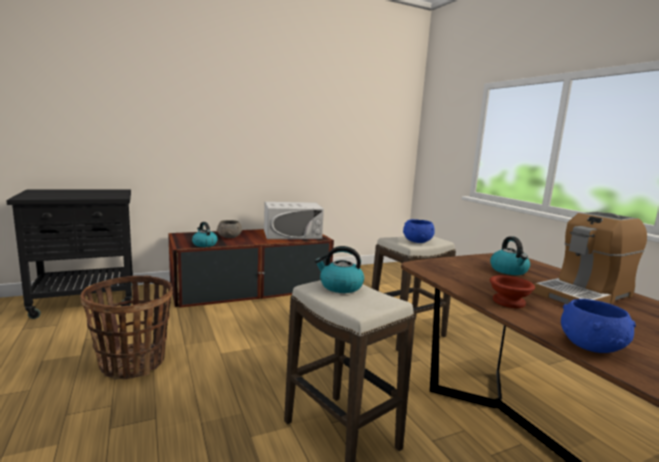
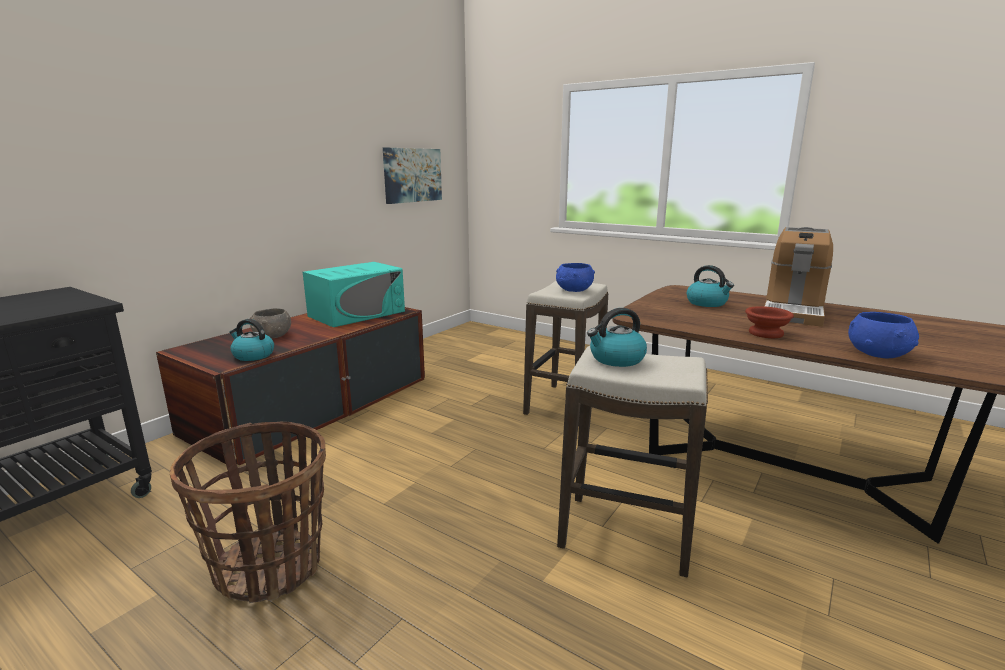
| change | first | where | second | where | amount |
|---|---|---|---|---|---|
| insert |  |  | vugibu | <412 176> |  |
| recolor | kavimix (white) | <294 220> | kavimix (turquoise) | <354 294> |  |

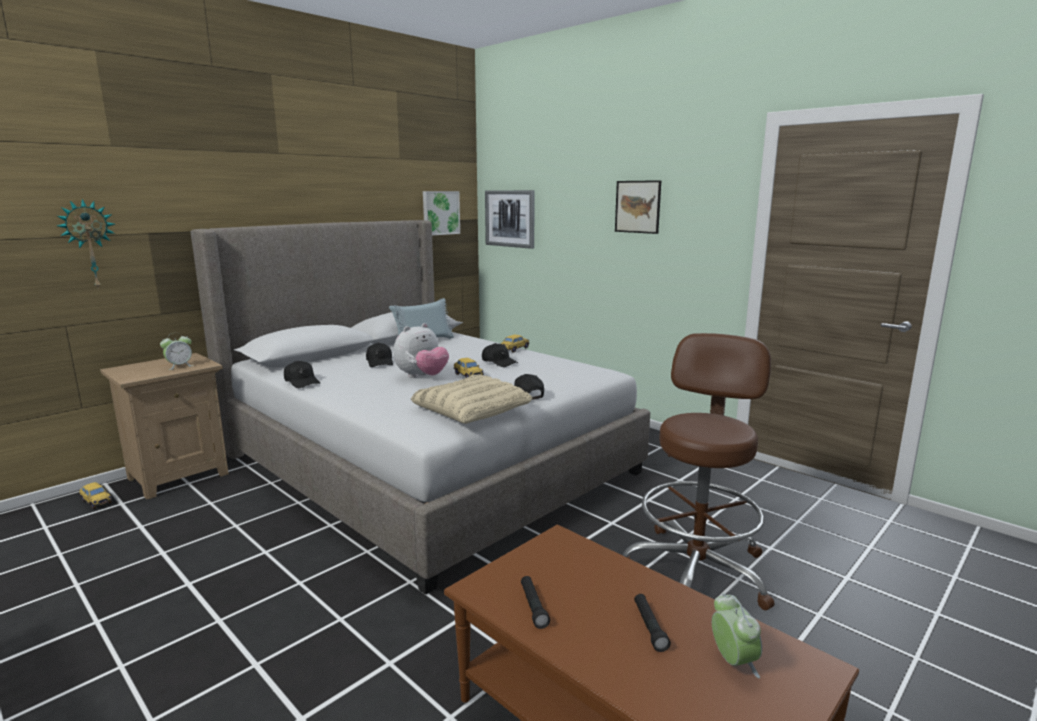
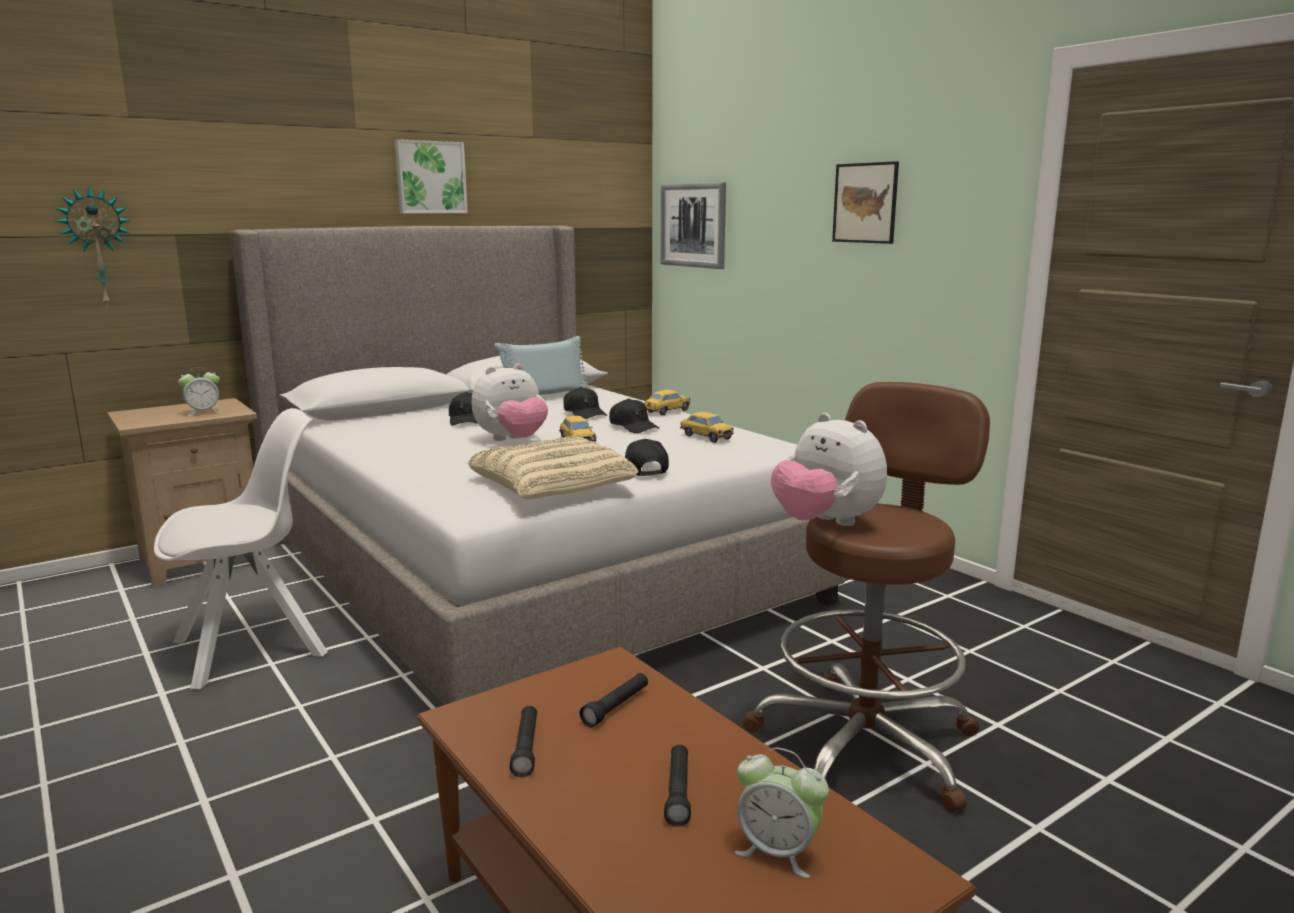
| change | first | where | second | where | amount |
|---|---|---|---|---|---|
| insert |  |  | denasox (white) | <241 548> |  |
| insert |  |  | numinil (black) | <613 700> |  |
| insert |  |  | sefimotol | <829 469> |  |
| move | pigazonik | <95 495> |  | <707 427> |  |
| move | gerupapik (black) | <302 374> |  | <585 403> |  |
| move | vugibu | <441 213> |  | <431 176> |  |
| rotate | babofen | <737 635> |  | <782 812> | 120 degrees clockwise |

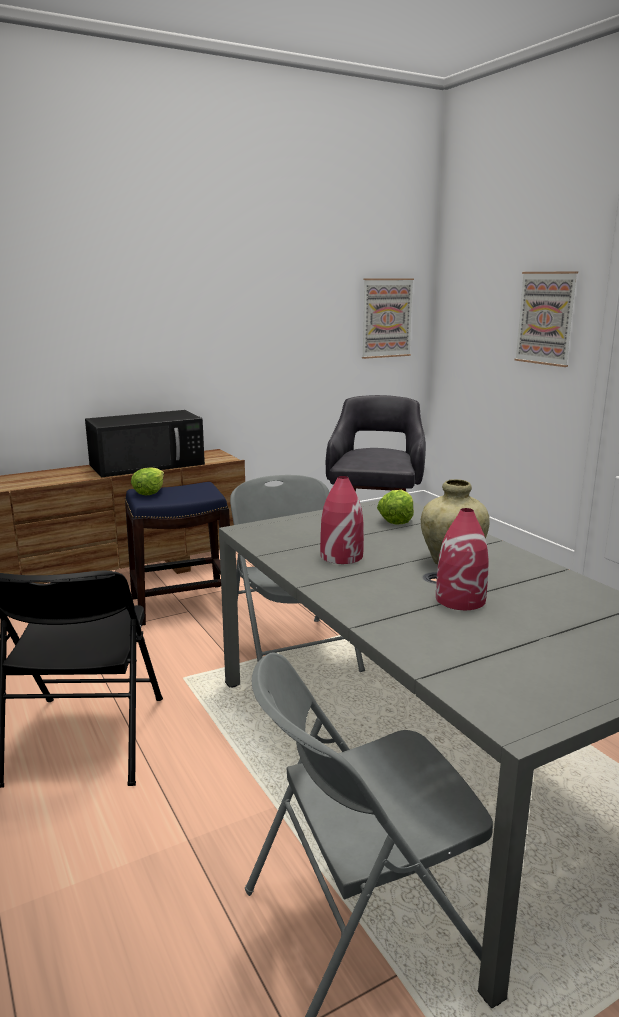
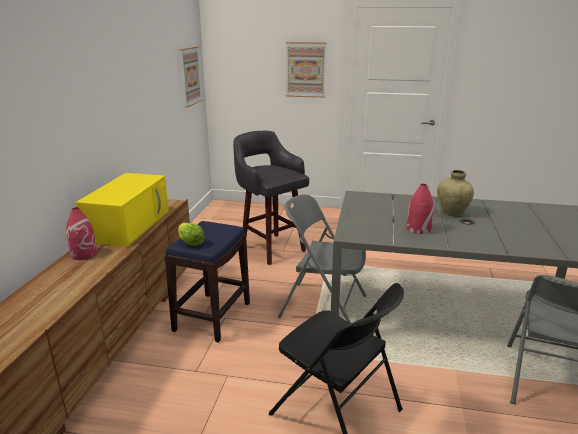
| change | first | where | second | where | amount |
|---|---|---|---|---|---|
| delete | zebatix | <395 507> |  |  |  |
| move | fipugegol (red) | <462 559> |  | <82 233> |  |
| recolor | kavimix (black) | <145 443> | kavimix (yellow) | <122 210> |  |

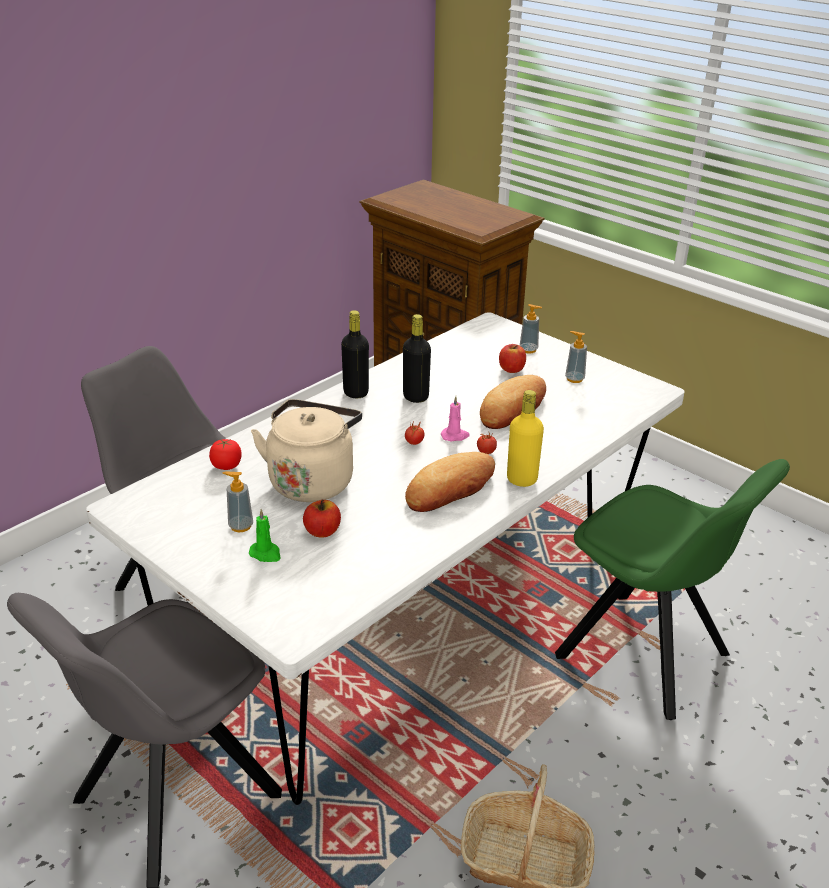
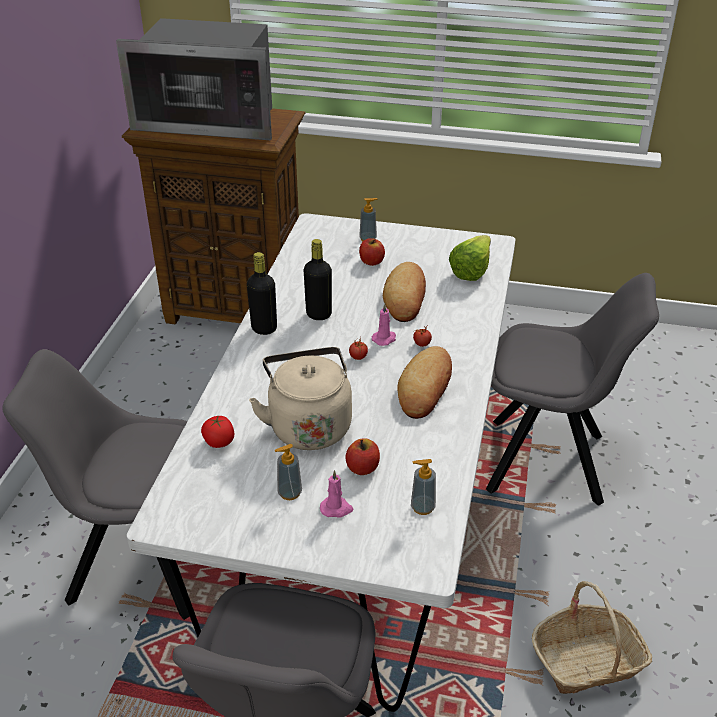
| change | first | where | second | where | amount |
|---|---|---|---|---|---|
| delete | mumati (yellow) | <525 438> |  |  |  |
| insert |  |  | kavimix | <194 79> |  |
| insert |  |  | zebatix | <470 258> |  |
| move | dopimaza | <576 357> |  | <423 487> |  |
| recolor | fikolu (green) | <265 535> | fikolu (pink) | <337 494> |  |
| recolor | denasox (green) | <672 589> | denasox (grey) | <572 389> |  |

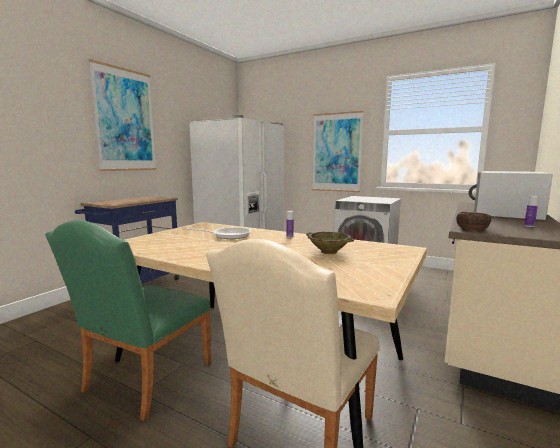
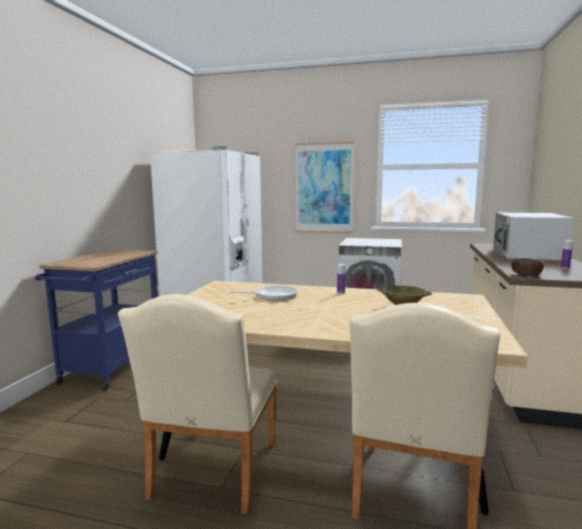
| change | first | where | second | where | amount |
|---|---|---|---|---|---|
| delete | vugibu | <123 115> |  |  |  |
| recolor | denasox (green) | <128 320> | denasox (beige) | <197 404> |  |

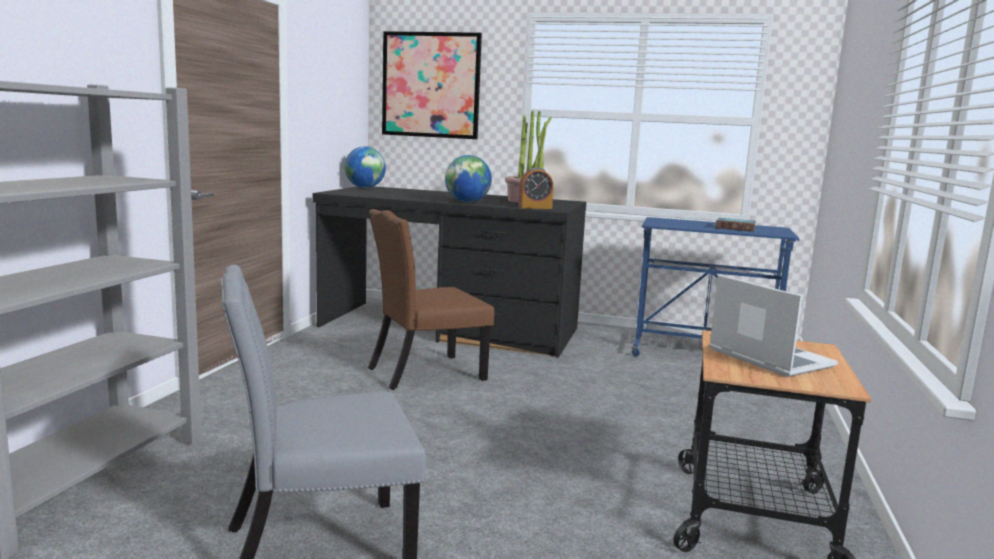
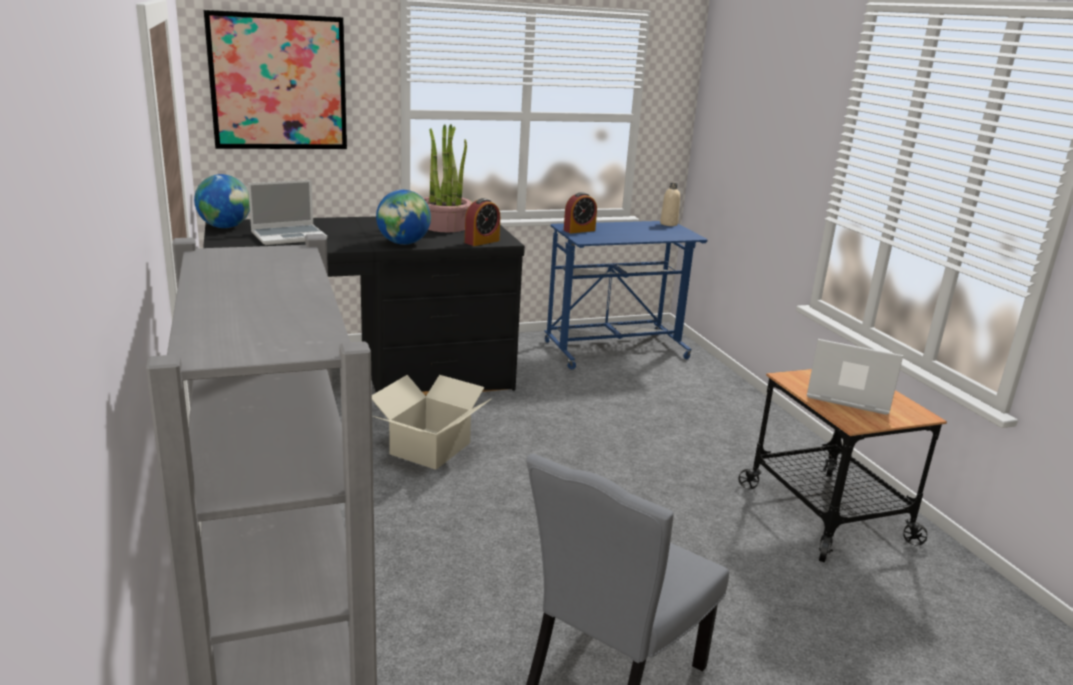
| change | first | where | second | where | amount |
|---|---|---|---|---|---|
| delete | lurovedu | <735 225> |  |  |  |
| insert |  |  | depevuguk | <287 212> |  |
| insert |  |  | babofen | <580 212> |  |
| insert |  |  | mumati (beige) | <670 204> |  |
| replace | denasox (brown) | <431 299> | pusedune | <431 422> |  |

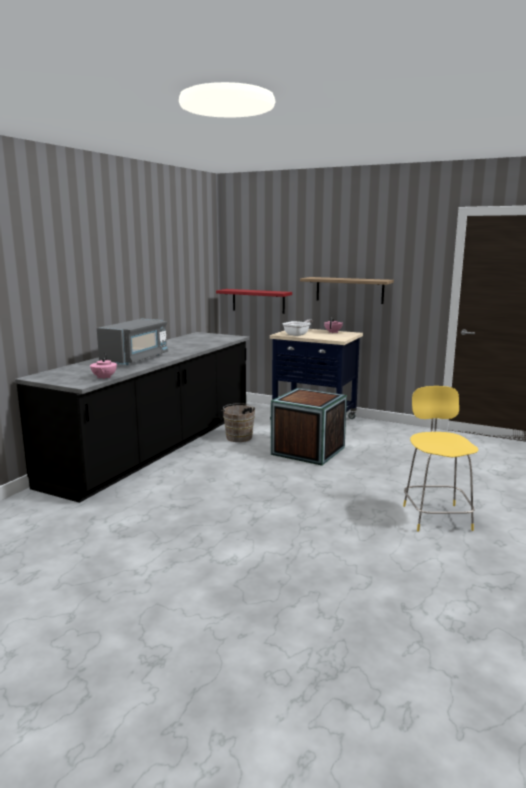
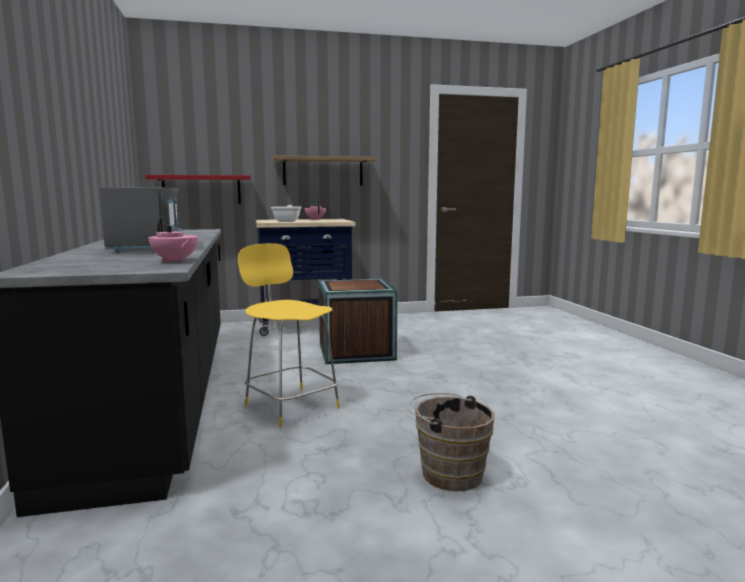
| change | first | where | second | where | amount |
|---|---|---|---|---|---|
| move | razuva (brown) | <238 422> |  | <451 442> |  |
| move | denasox (yellow) | <440 458> |  | <289 335> |  |

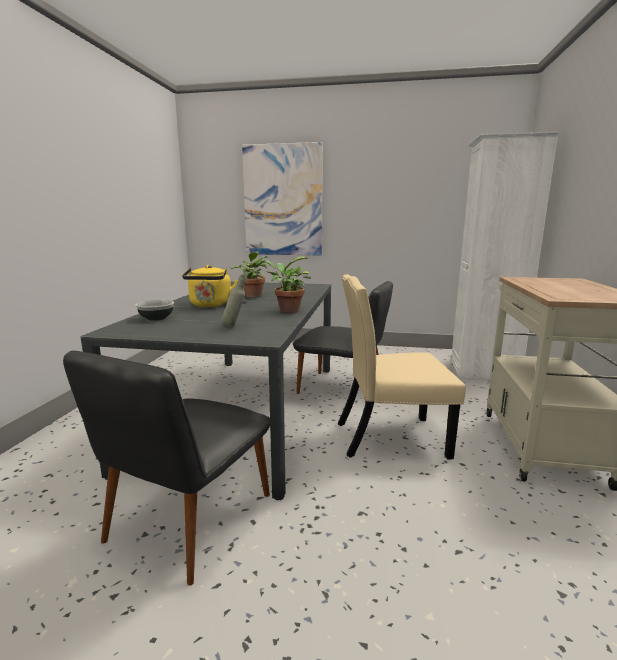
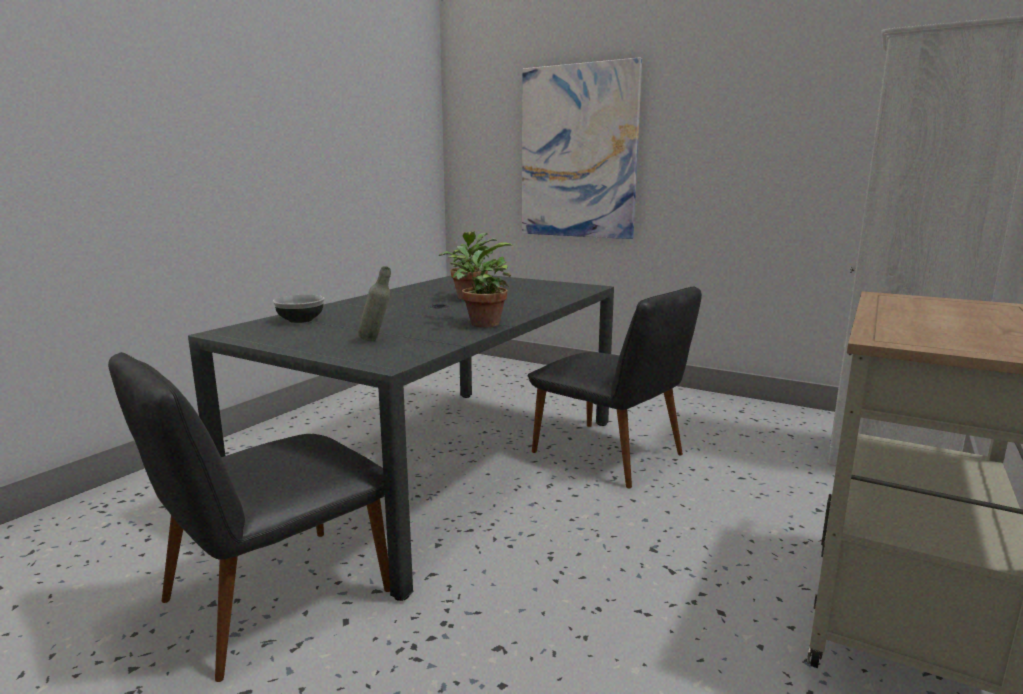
| change | first | where | second | where | amount |
|---|---|---|---|---|---|
| delete | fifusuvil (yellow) | <210 286> |  |  |  |
| delete | denasox (beige) | <402 366> |  |  |  |

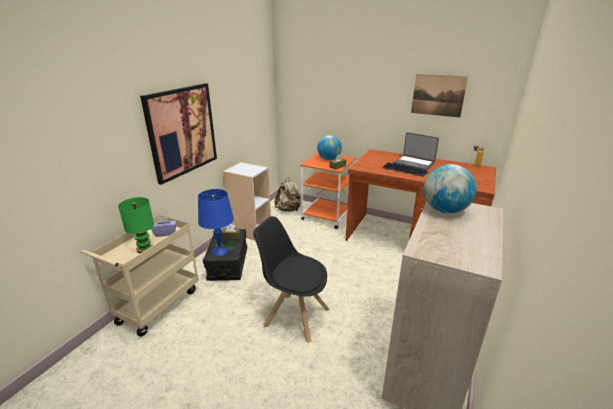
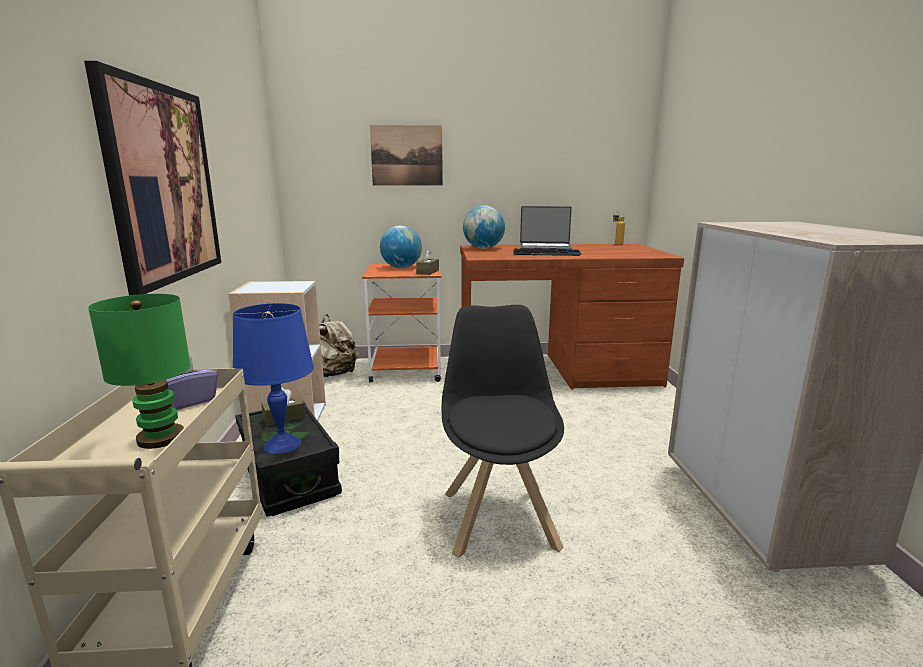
| change | first | where | second | where | amount |
|---|---|---|---|---|---|
| move | vugibu | <439 96> |  | <406 155> |  |
| move | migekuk | <450 188> |  | <484 227> |  |
| rotate | denasox (black) | <291 279> |  | <503 431> | 90 degrees clockwise |

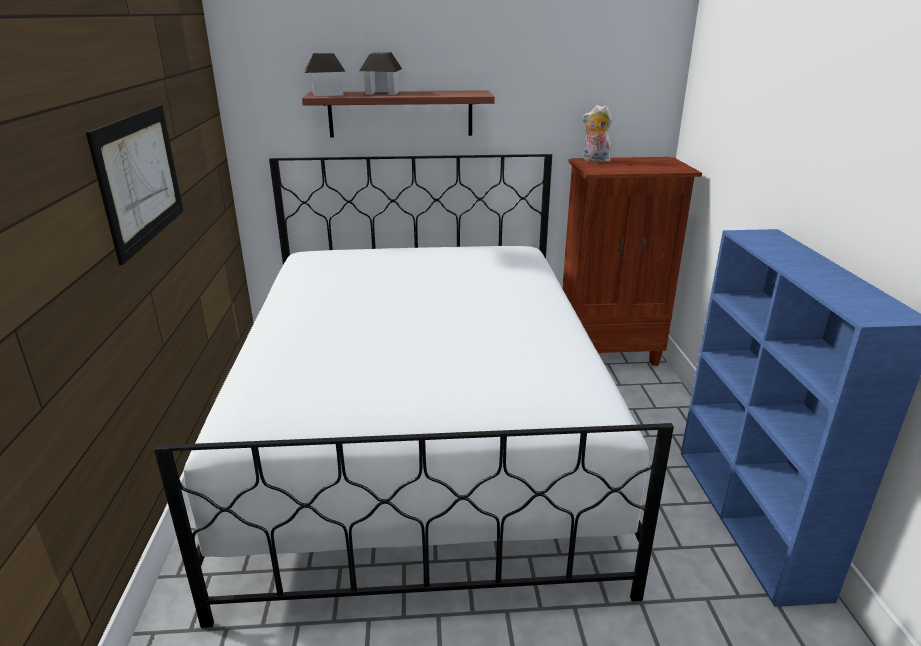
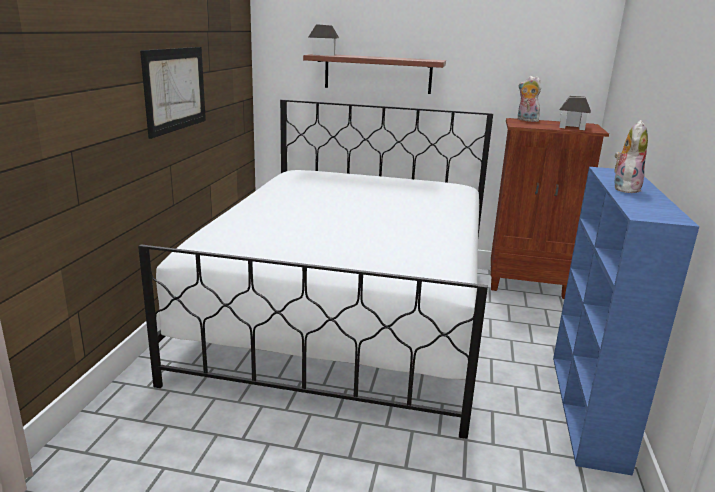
| change | first | where | second | where | amount |
|---|---|---|---|---|---|
| insert |  |  | sefimotol | <631 157> |  |
| move | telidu | <380 73> |  | <575 113> |  |

